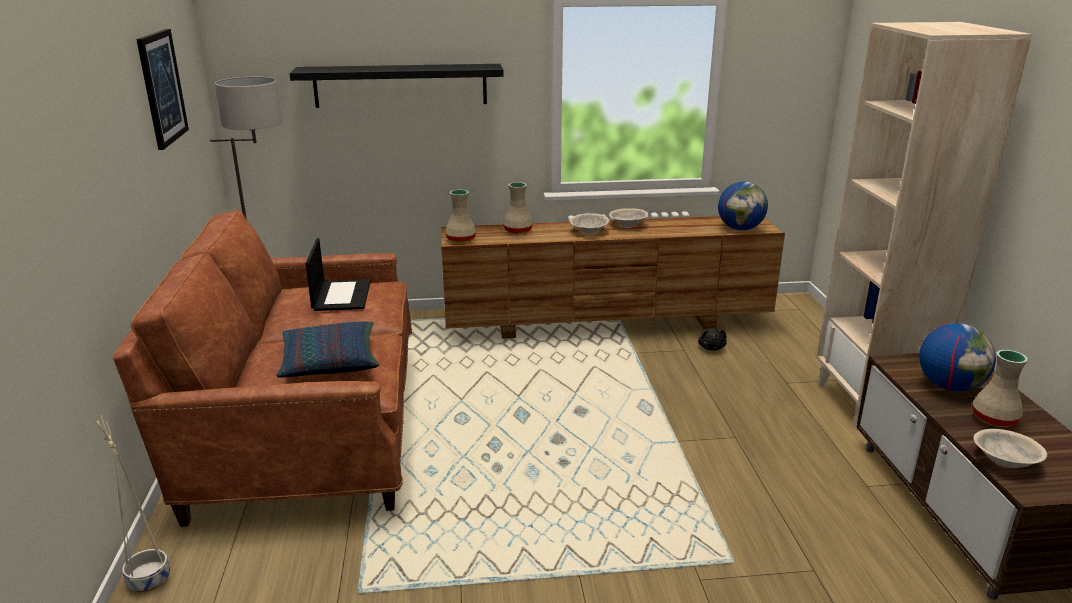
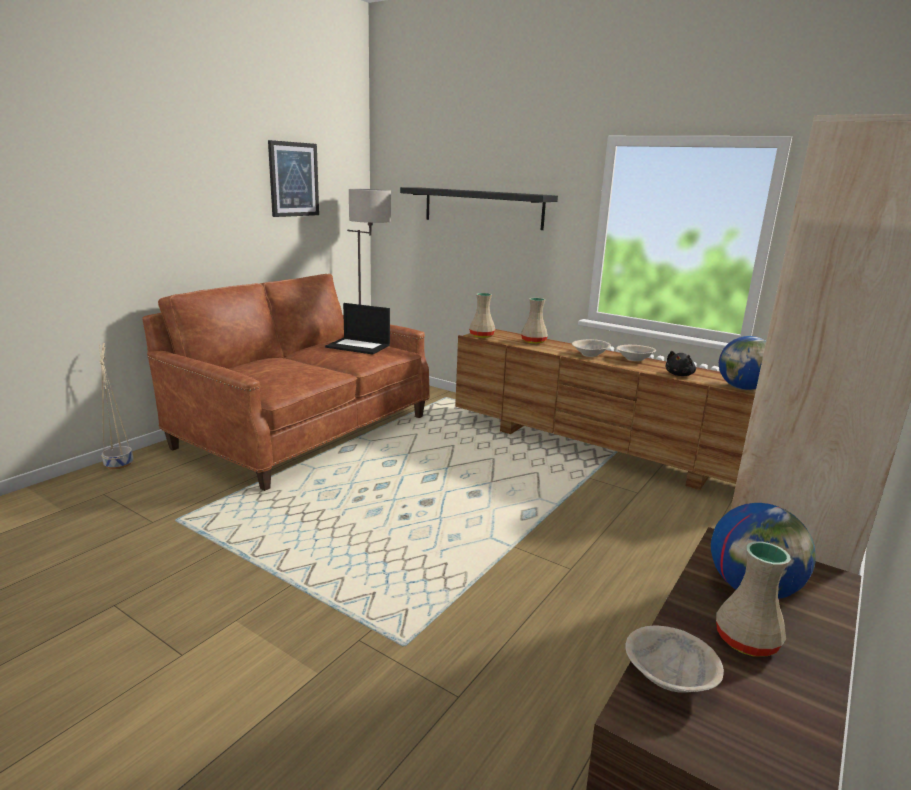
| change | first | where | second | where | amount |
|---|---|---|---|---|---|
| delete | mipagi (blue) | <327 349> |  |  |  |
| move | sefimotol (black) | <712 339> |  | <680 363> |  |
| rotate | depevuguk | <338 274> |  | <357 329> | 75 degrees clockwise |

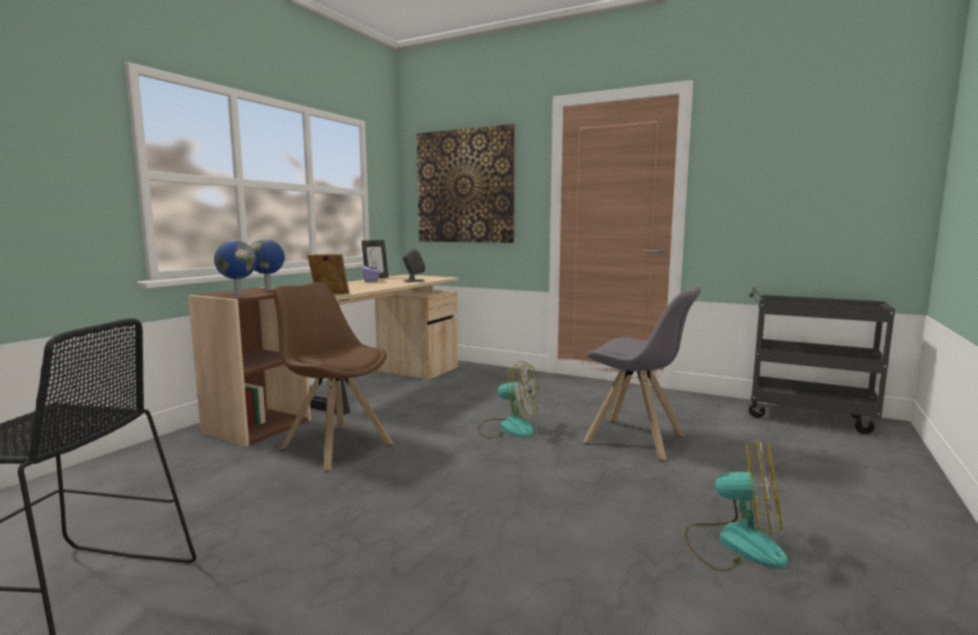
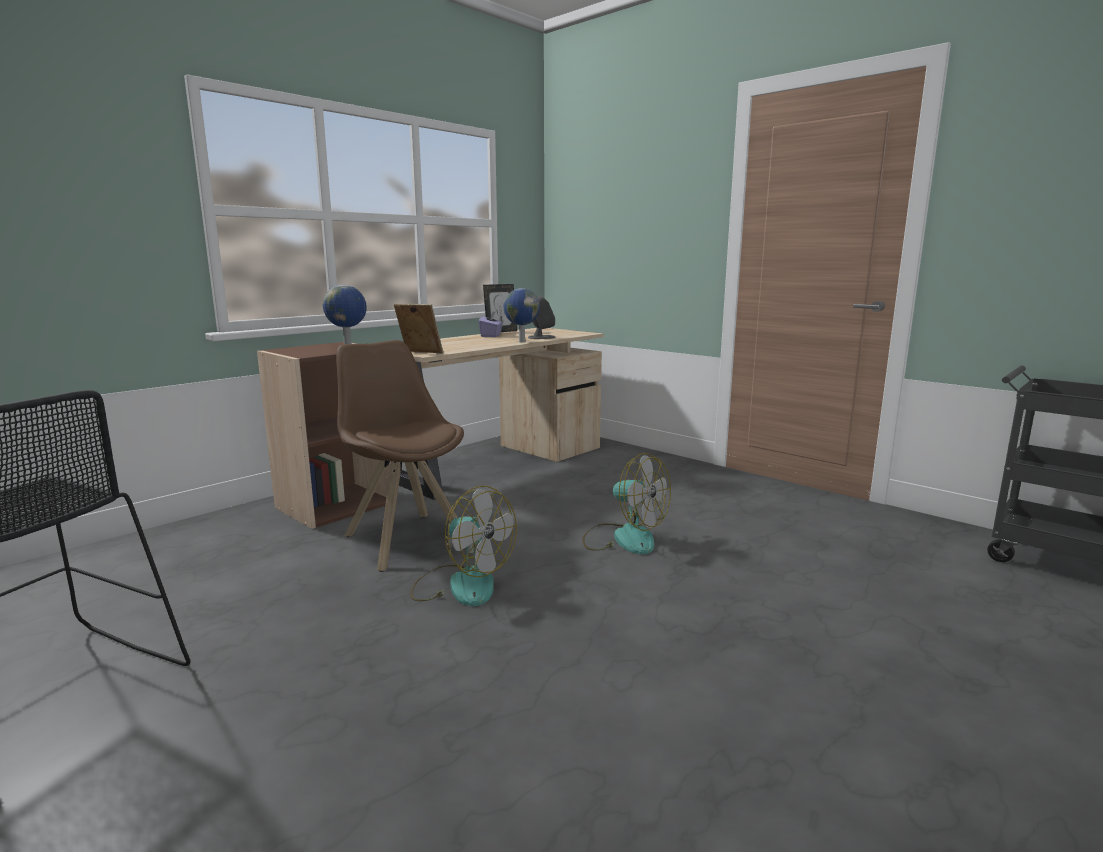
| change | first | where | second | where | amount |
|---|---|---|---|---|---|
| delete | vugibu | <466 183> |  |  |  |
| delete | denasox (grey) | <642 373> |  |  |  |
| move | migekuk | <235 269> |  | <522 315> |  |
| move | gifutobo | <736 504> |  | <463 546> |  |

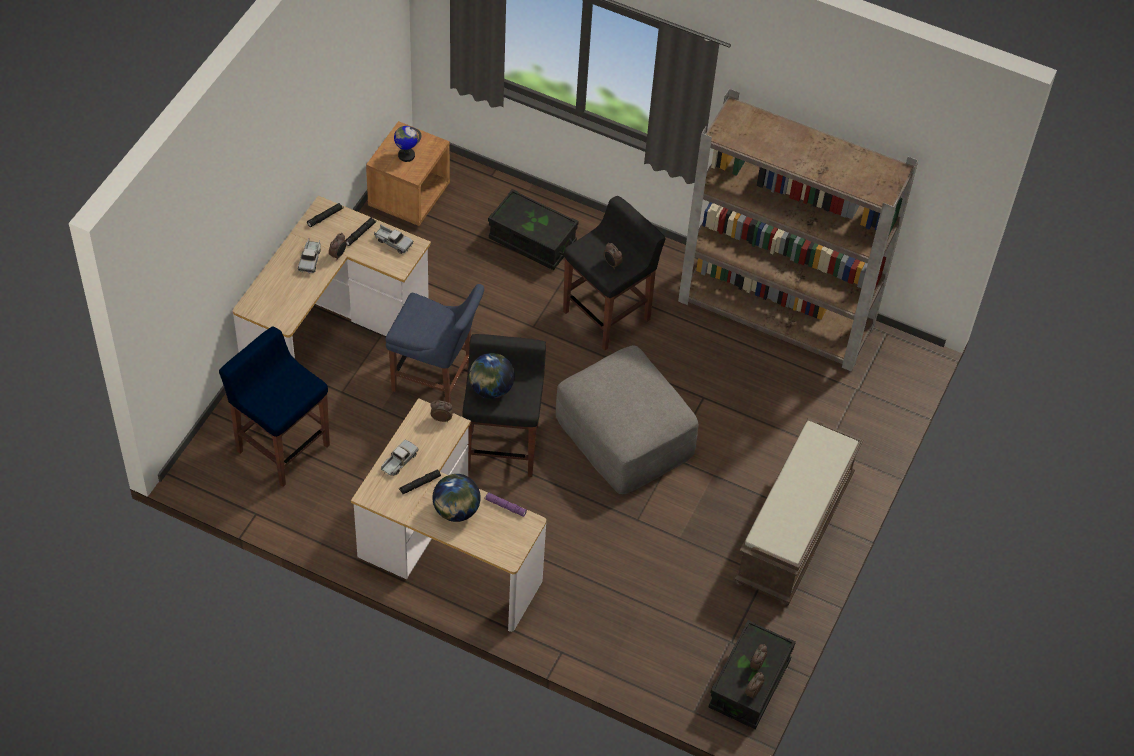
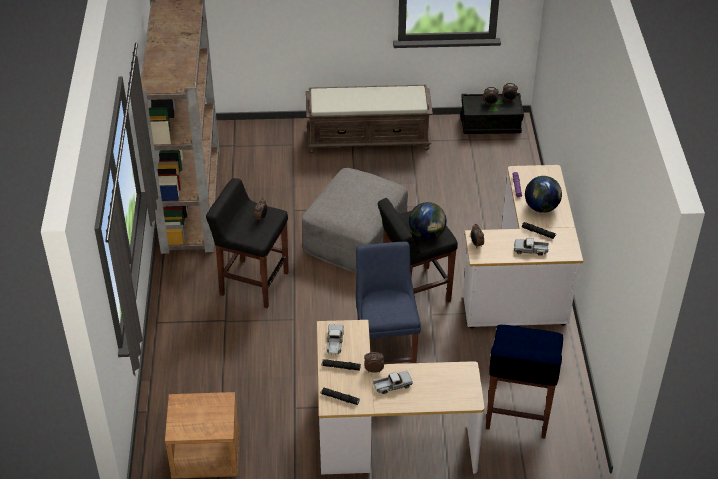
| change | first | where | second | where | amount |
|---|---|---|---|---|---|
| delete | migekuk | <407 144> |  |  |  |
| delete | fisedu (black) | <533 229> |  |  |  |

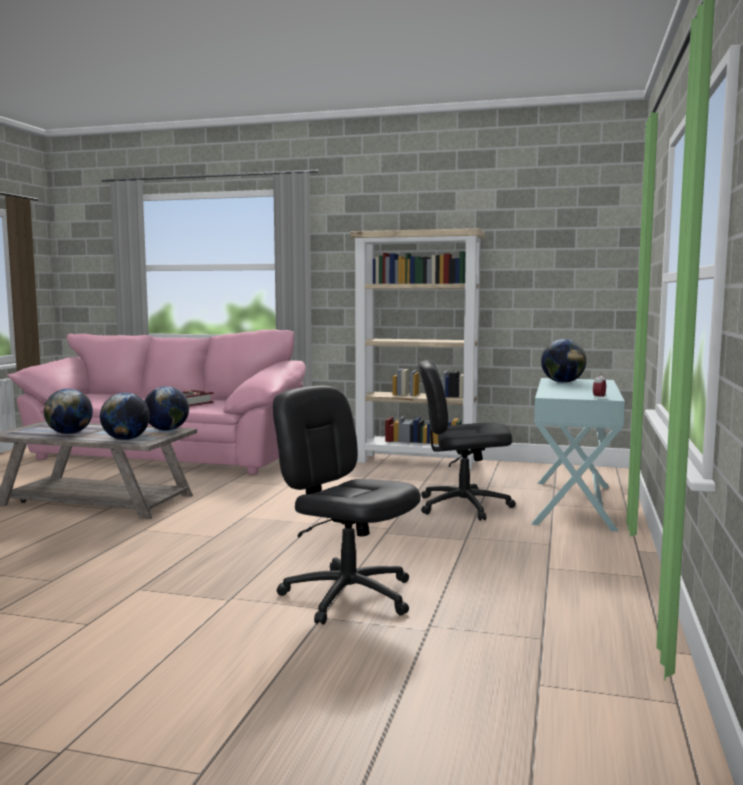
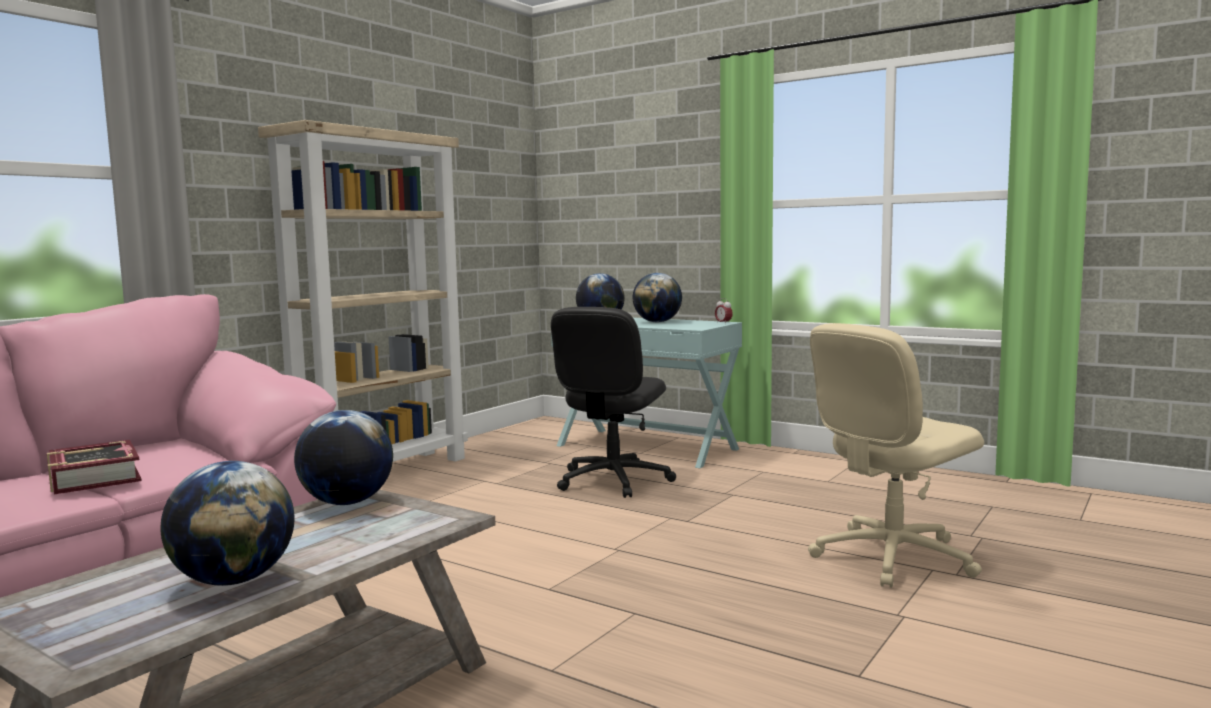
| change | first | where | second | where | amount |
|---|---|---|---|---|---|
| move | migekuk | <125 416> |  | <657 297> |  |
| recolor | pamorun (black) | <347 505> | pamorun (beige) | <896 455> |  |

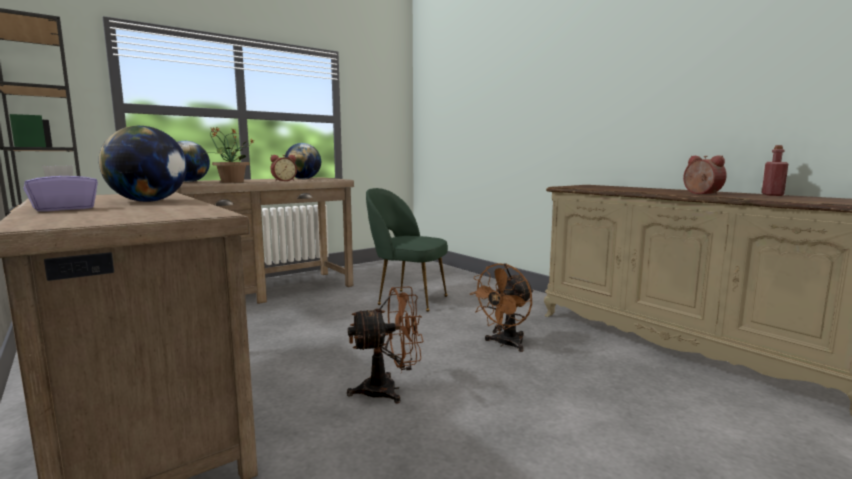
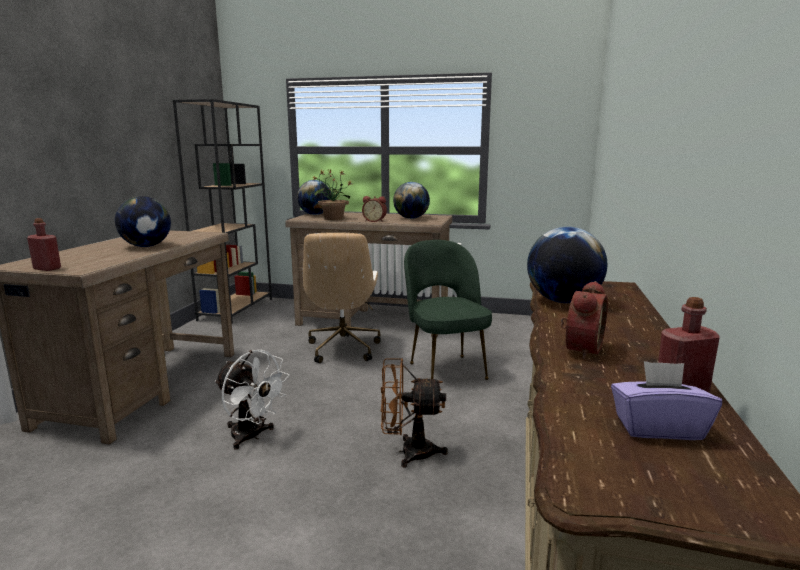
| change | first | where | second | where | amount |
|---|---|---|---|---|---|
| insert |  |  | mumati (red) | <44 244> |  |
| insert |  |  | pamorun (white) | <342 297> |  |
| insert |  |  | migekuk | <567 265> |  |
| move | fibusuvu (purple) | <60 188> |  | <666 400> |  |
| recolor | gifutobo (brown) | <385 344> | gifutobo (white) | <252 399> |  |

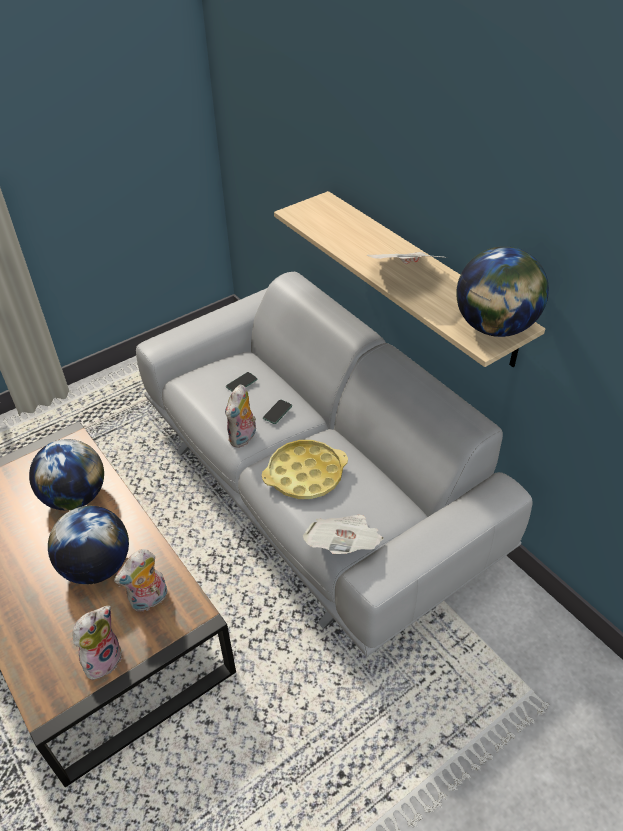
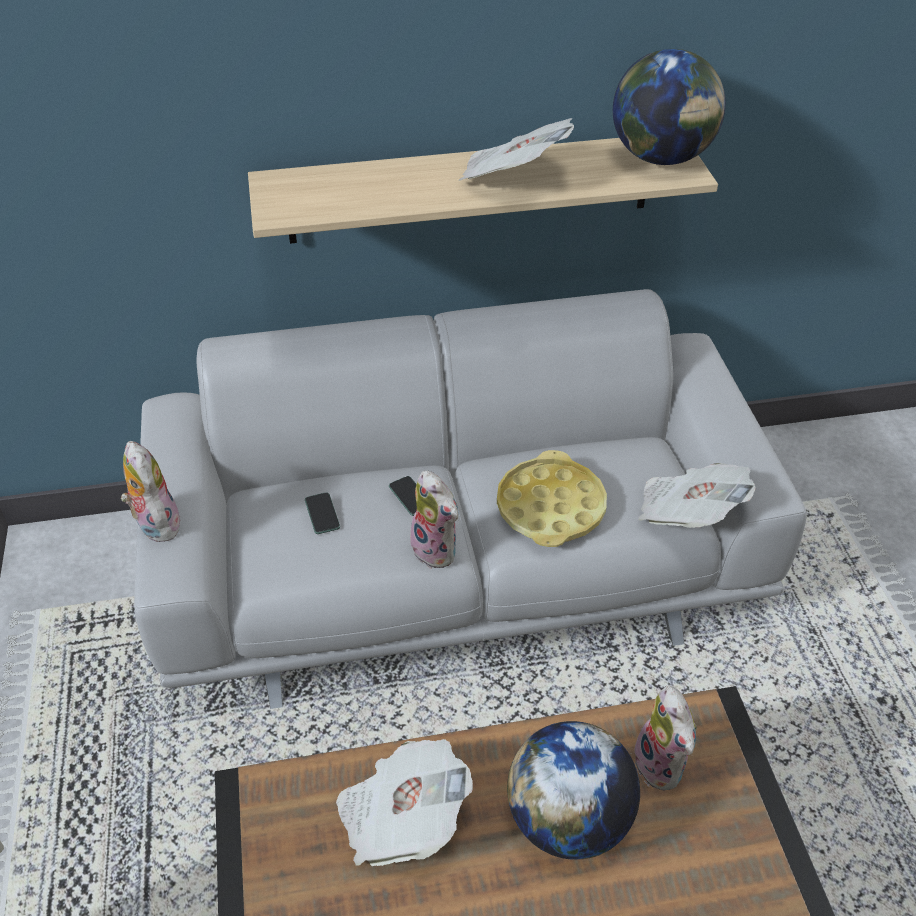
| change | first | where | second | where | amount |
|---|---|---|---|---|---|
| move | sefimotol | <97 643> |  | <151 491> |  |
| replace | migekuk | <66 474> | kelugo | <404 802> |  |

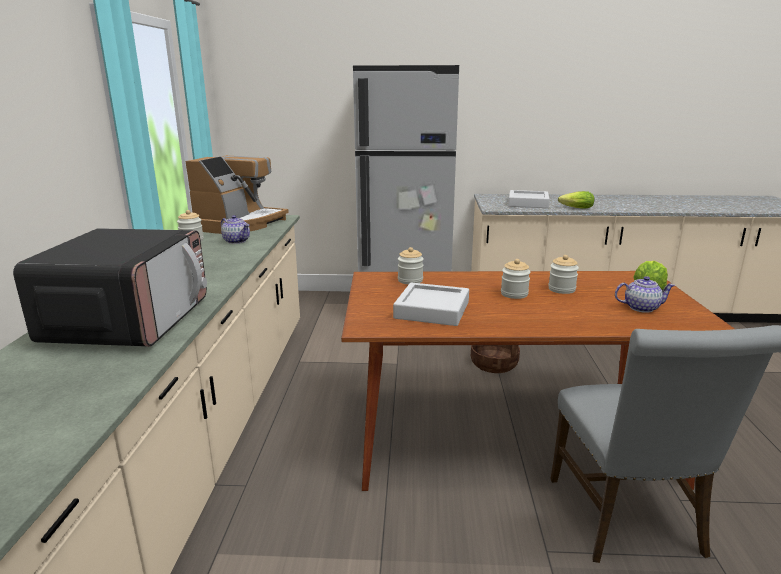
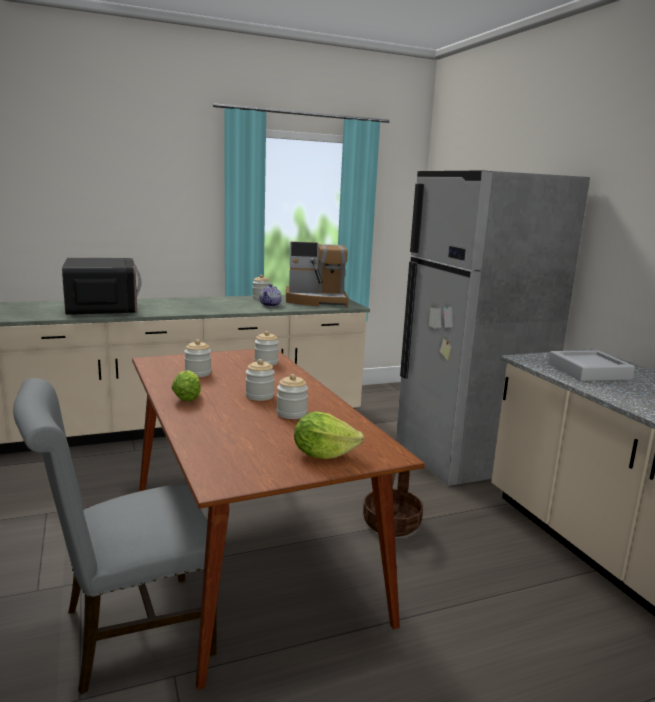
| change | first | where | second | where | amount |
|---|---|---|---|---|---|
| delete | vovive | <645 294> |  |  |  |
| move | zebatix | <576 200> |  | <186 385> |  |
| replace | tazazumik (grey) | <431 304> | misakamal | <197 358> |  |
| rotate | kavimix | <110 287> |  | <101 287> | 90 degrees counterclockwise |

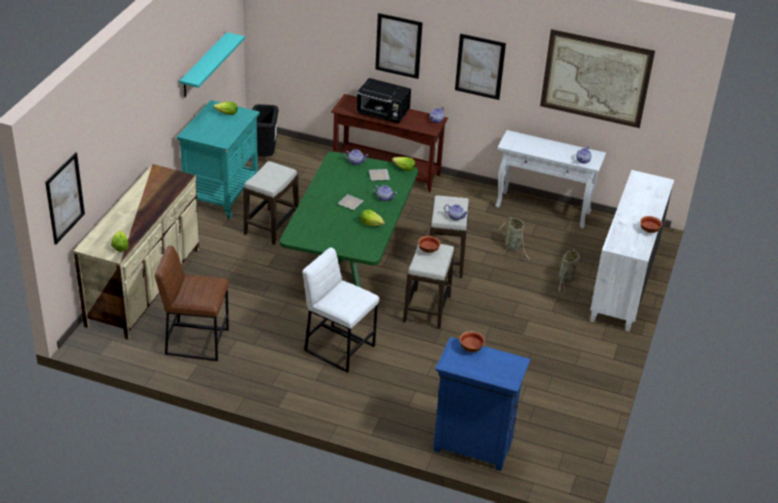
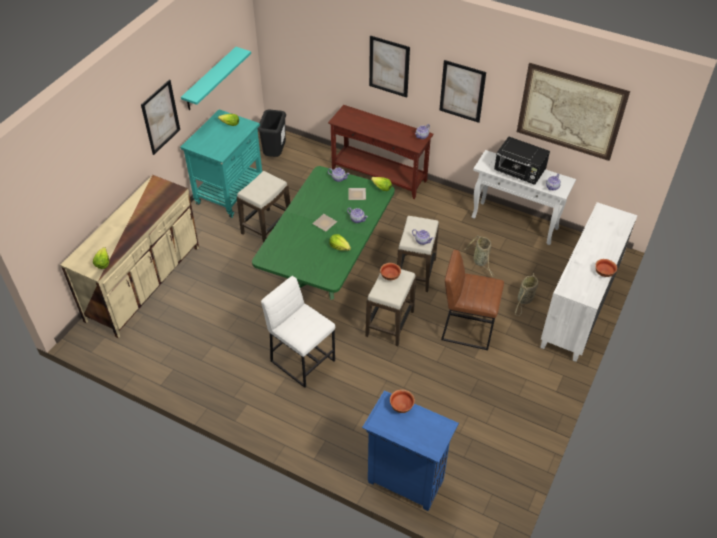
| change | first | where | second | where | amount |
|---|---|---|---|---|---|
| move | vugibu | <65 198> |  | <160 117> |  |
| move | denasox (brown) | <192 303> |  | <472 300> |  |
| move | kavimix (black) | <384 100> |  | <522 161> |  |

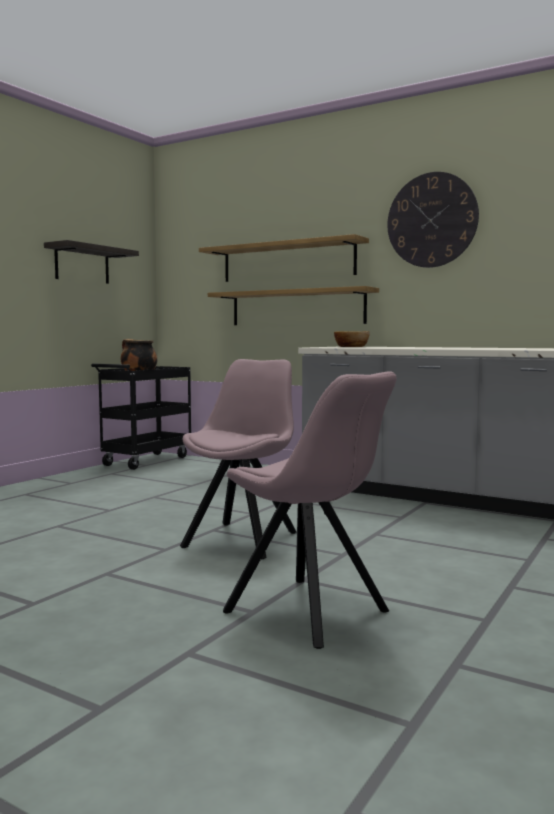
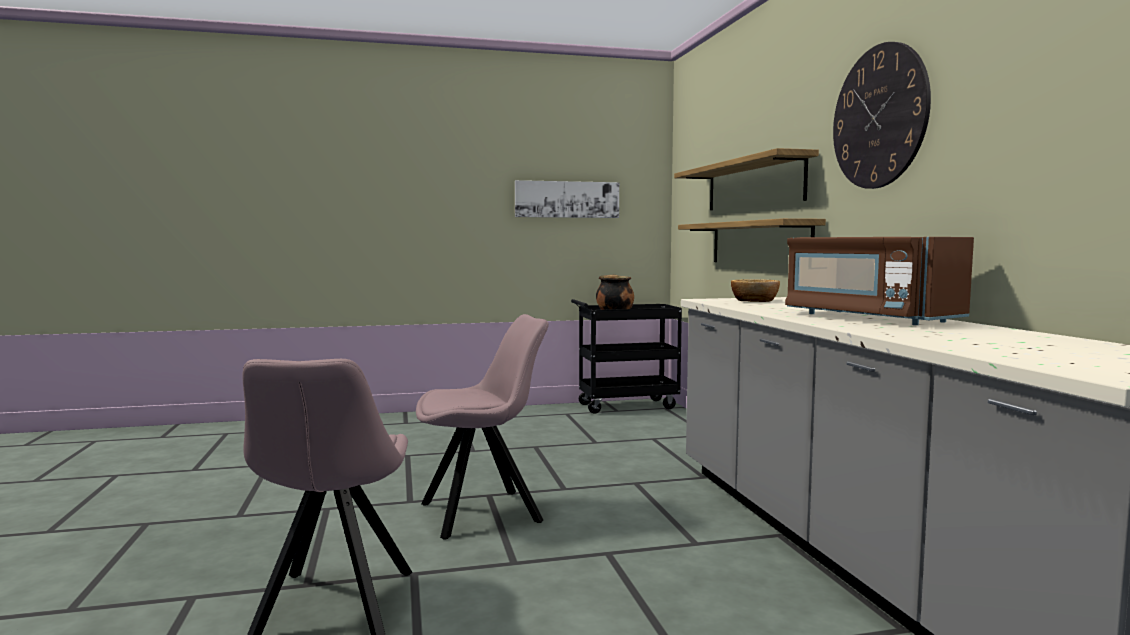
| change | first | where | second | where | amount |
|---|---|---|---|---|---|
| insert |  |  | kavimix (brown) | <879 281> |  |
| replace | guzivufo | <91 262> | vugibu | <567 199> |  |

